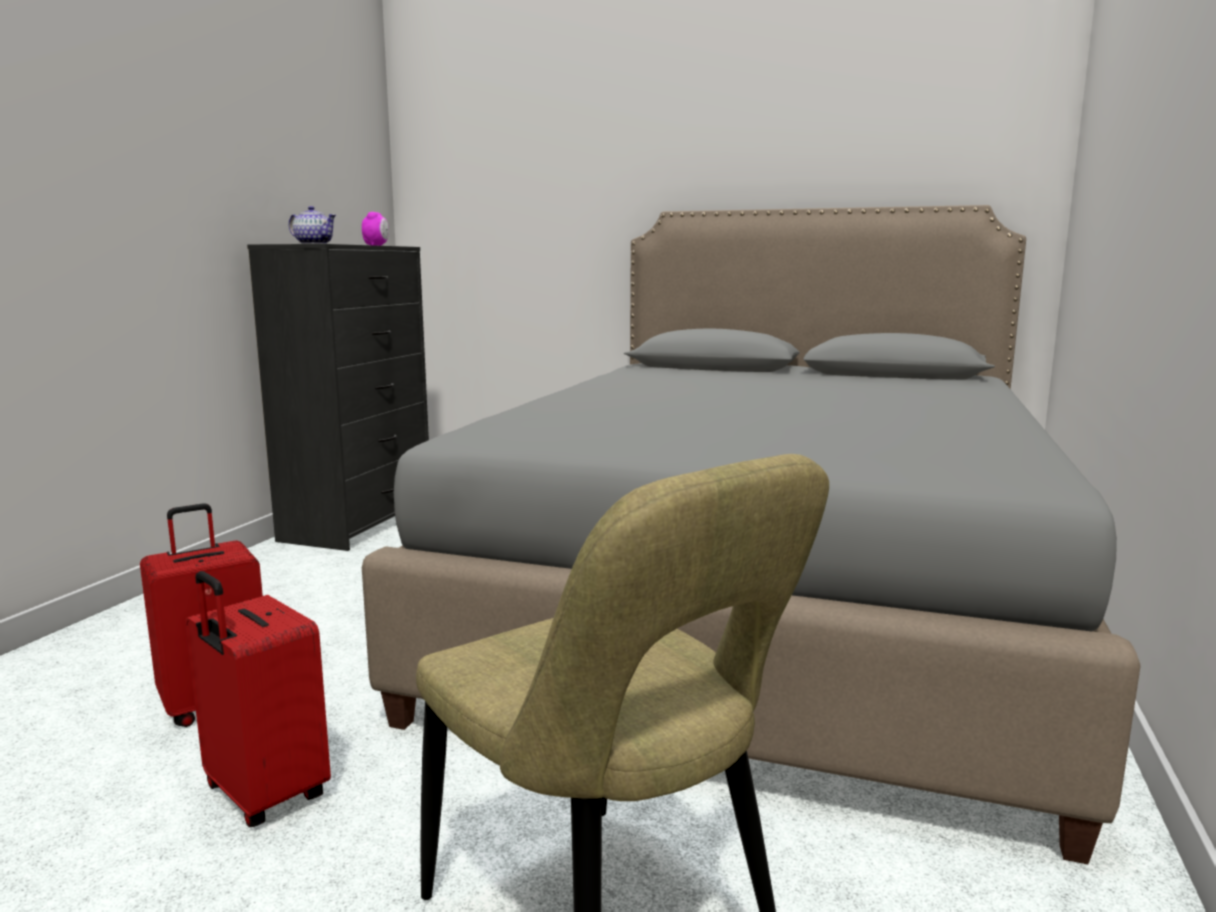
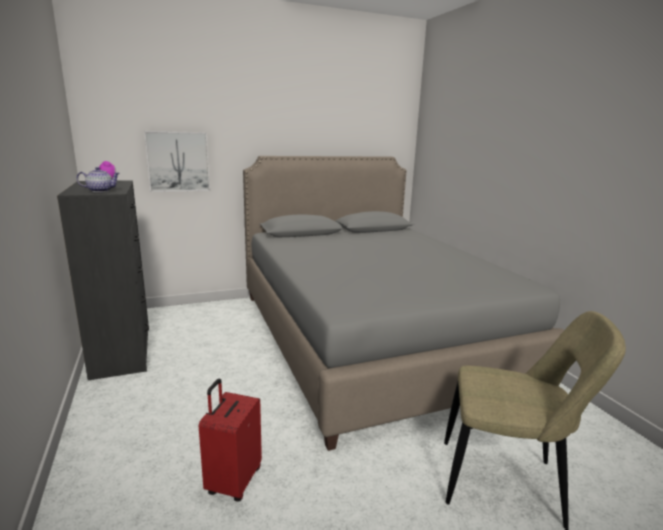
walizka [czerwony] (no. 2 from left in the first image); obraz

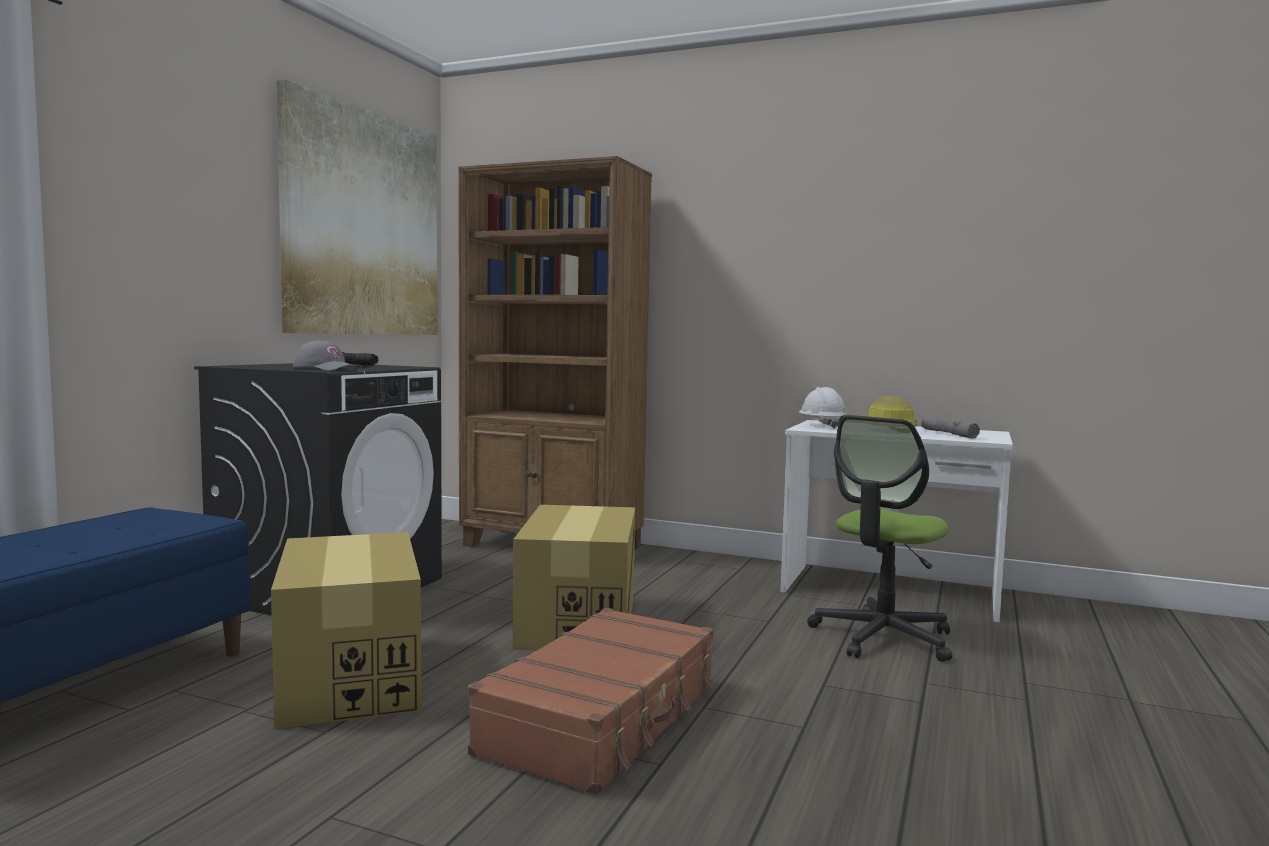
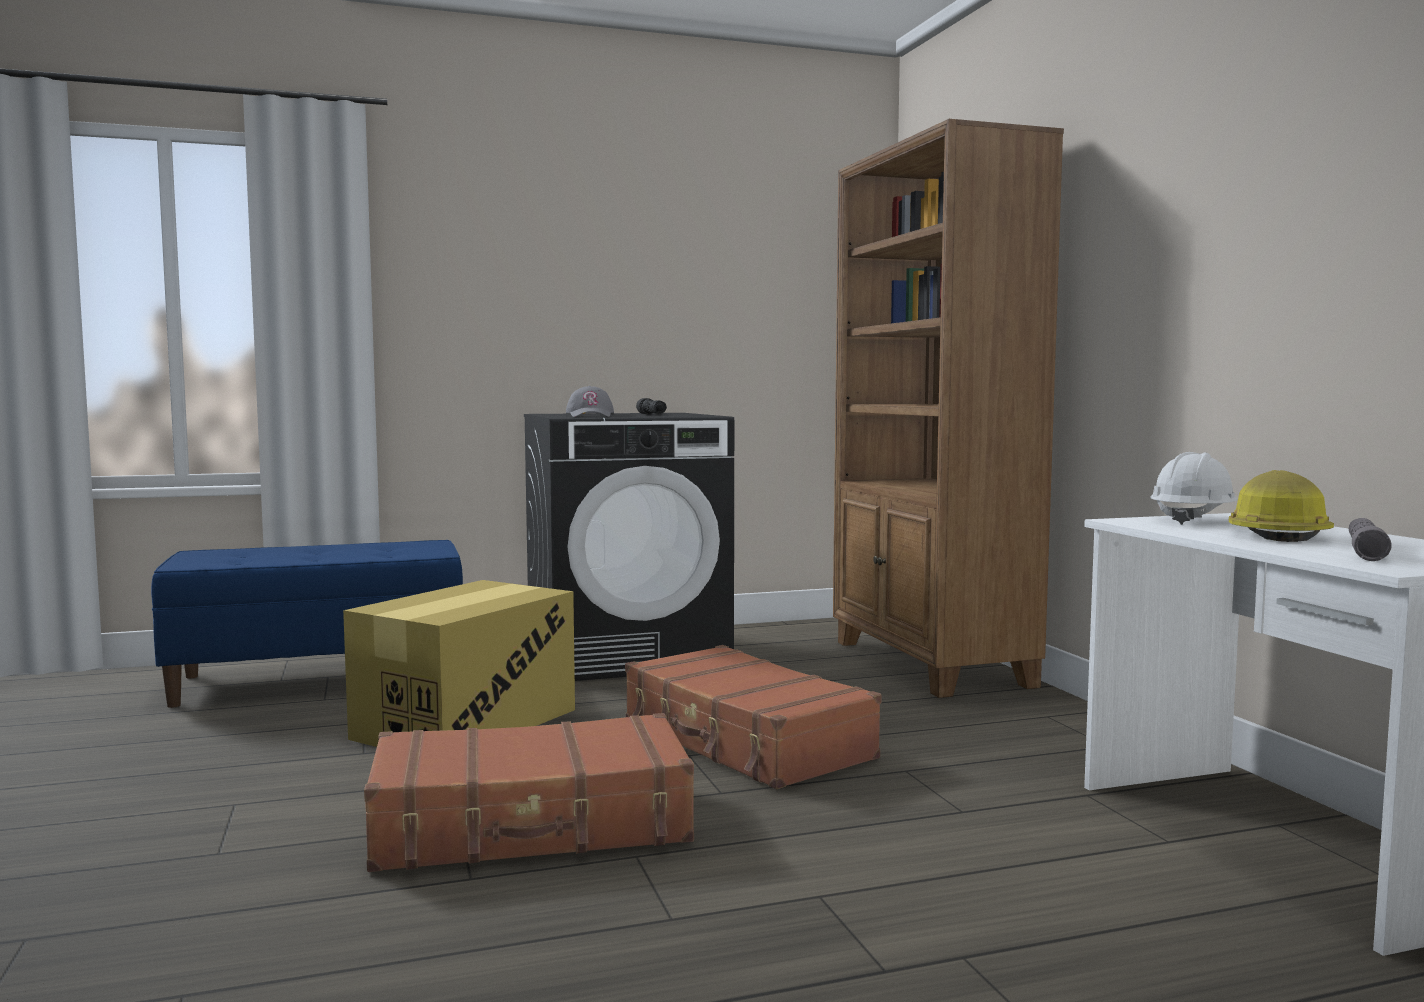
obraz; krzesło biurowe; walizka [brązowy] (no. 2 from left)

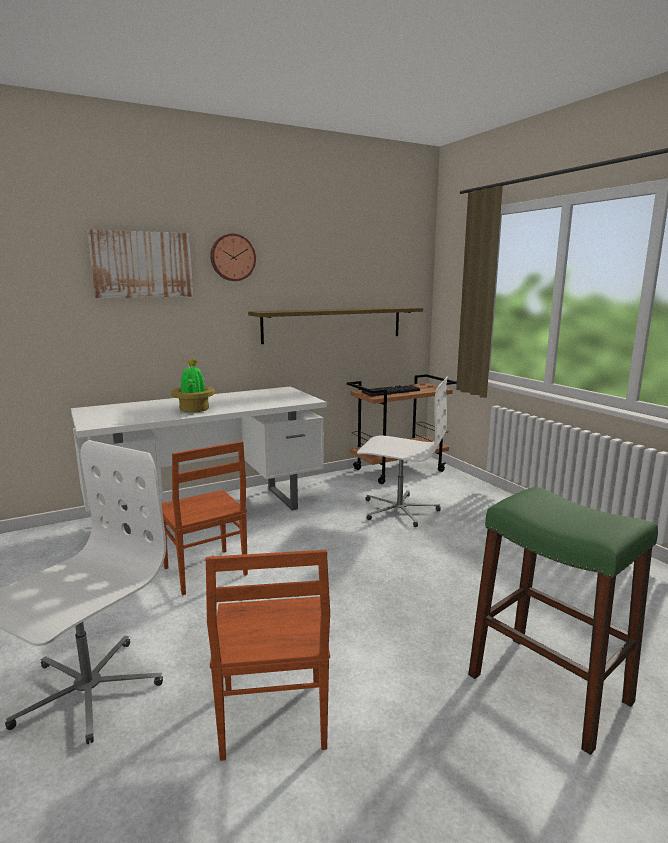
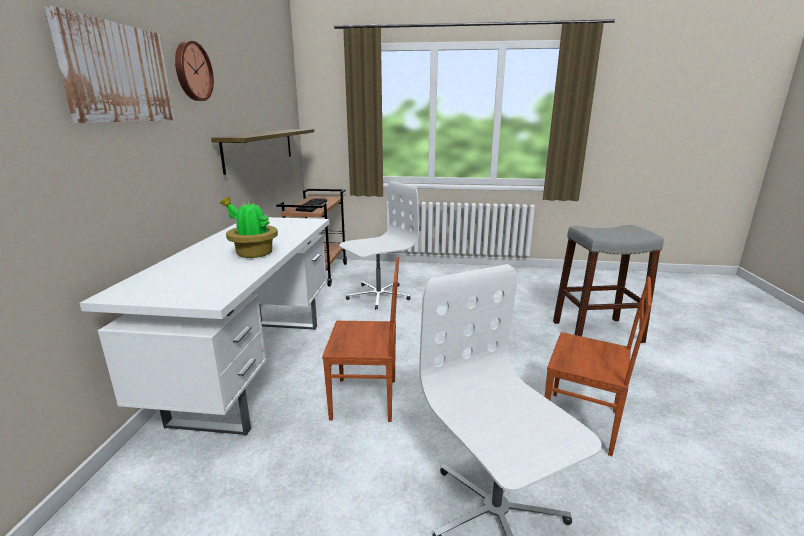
stołek [szary]

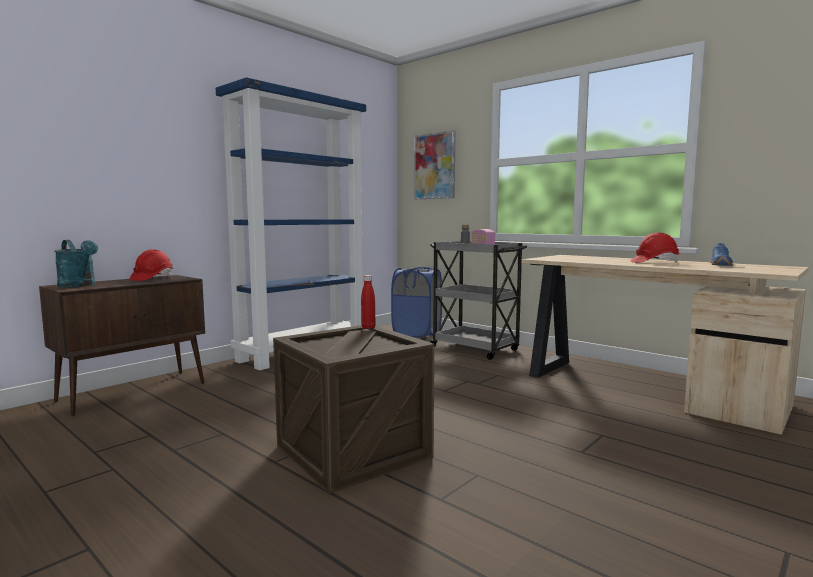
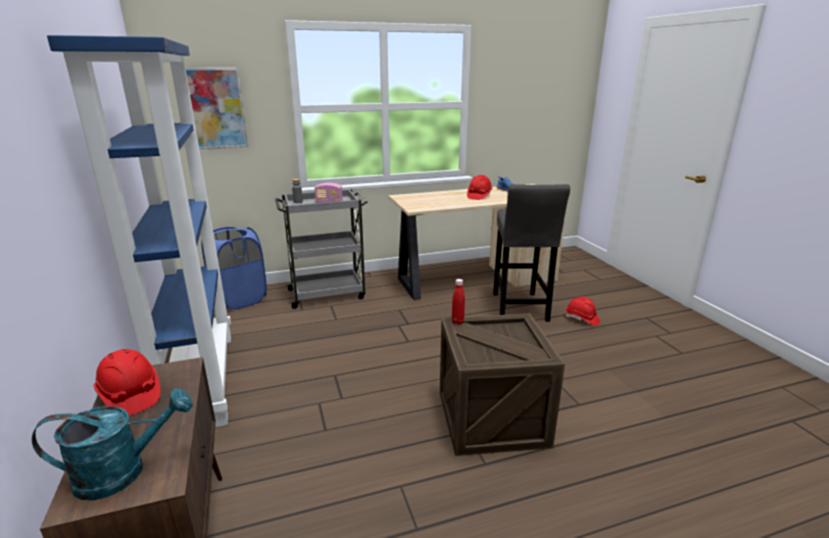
stołek [szary]; kask [czerwony] (no. 3 from left)

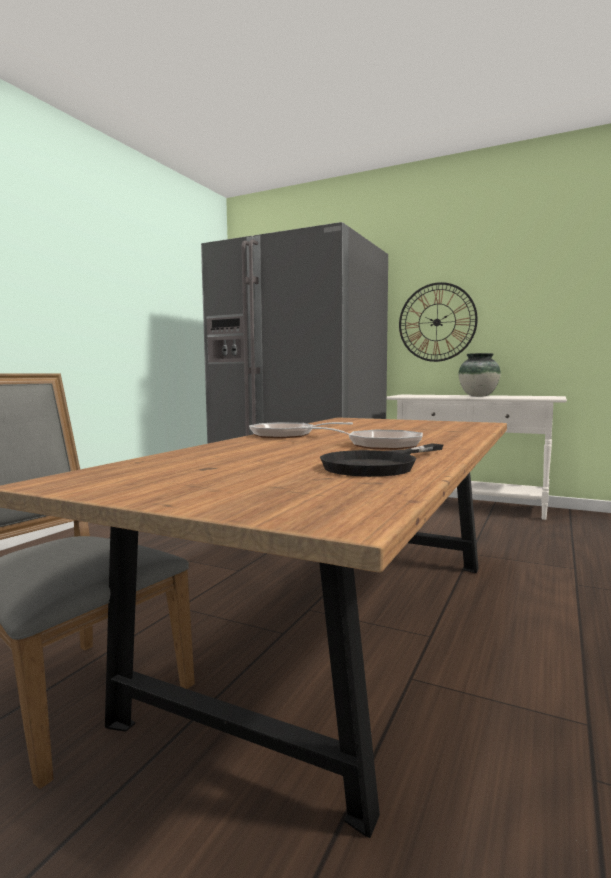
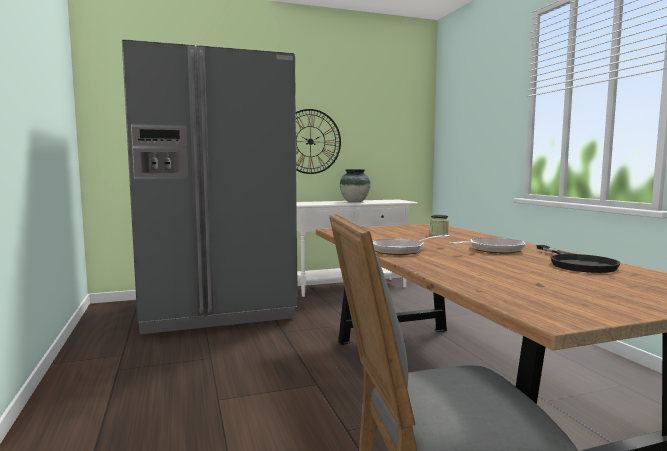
słoik

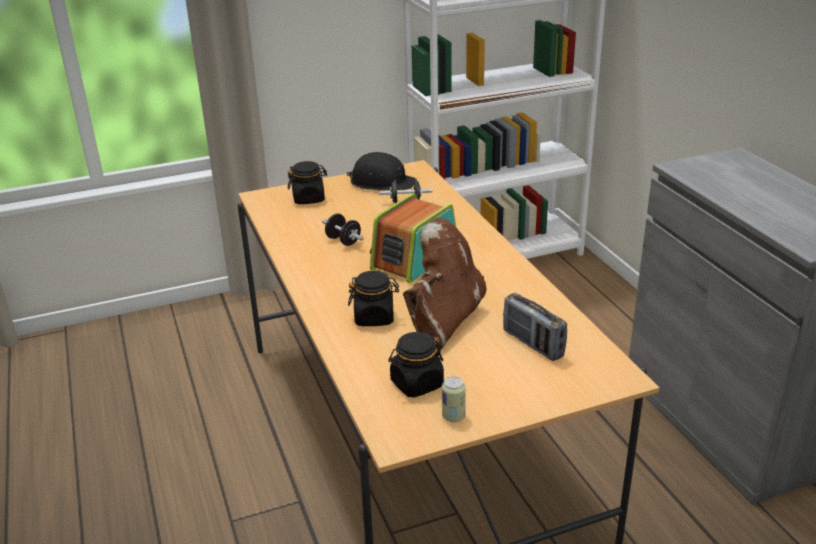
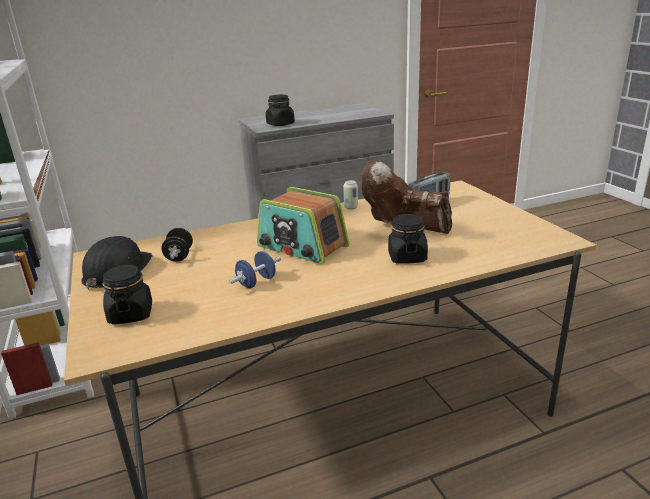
hantel [niebieski]; słoik [czarny] (no. 2 from left); puszka

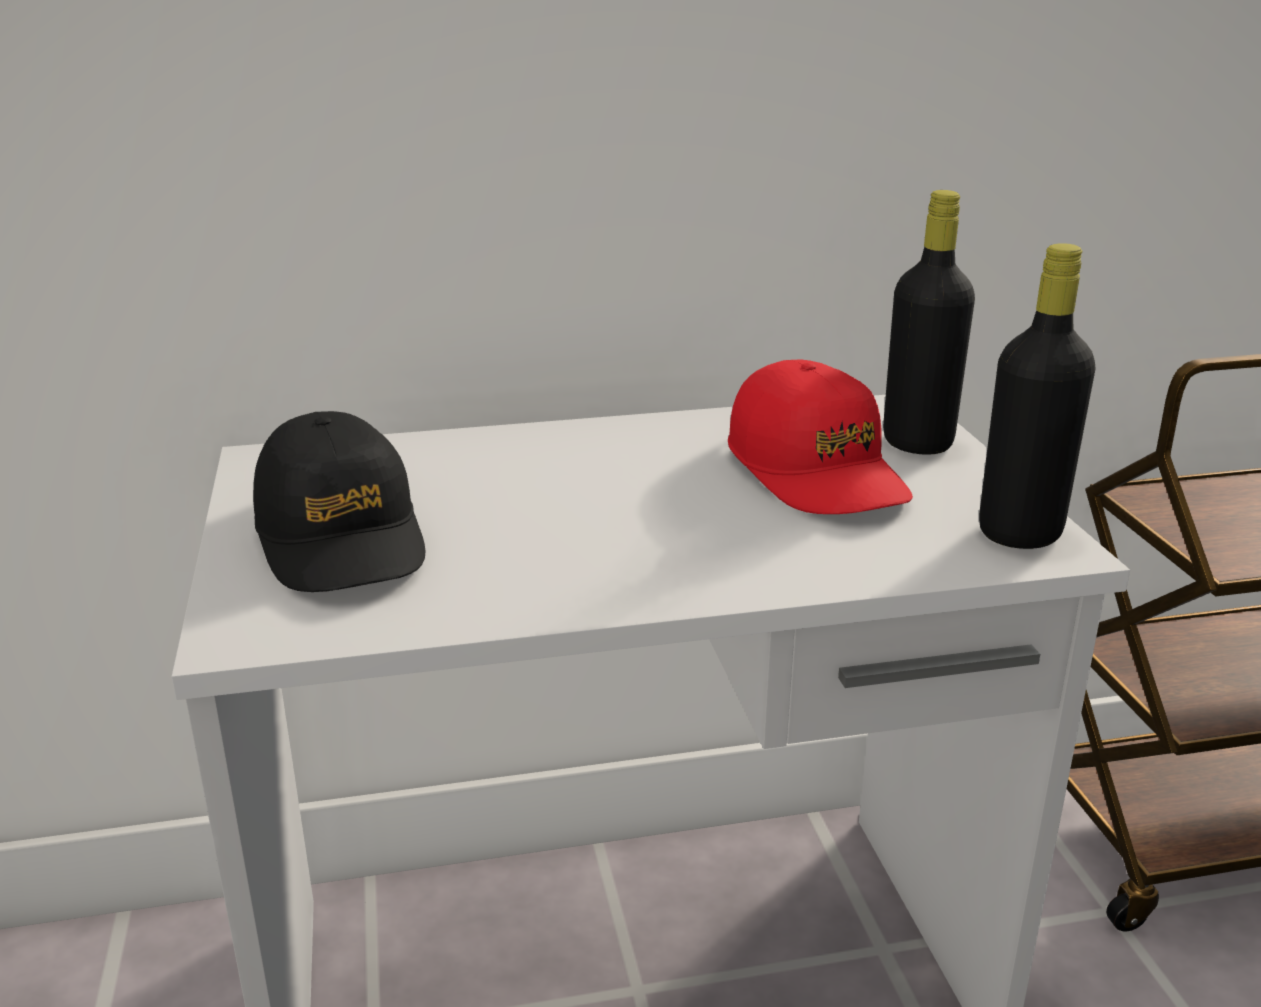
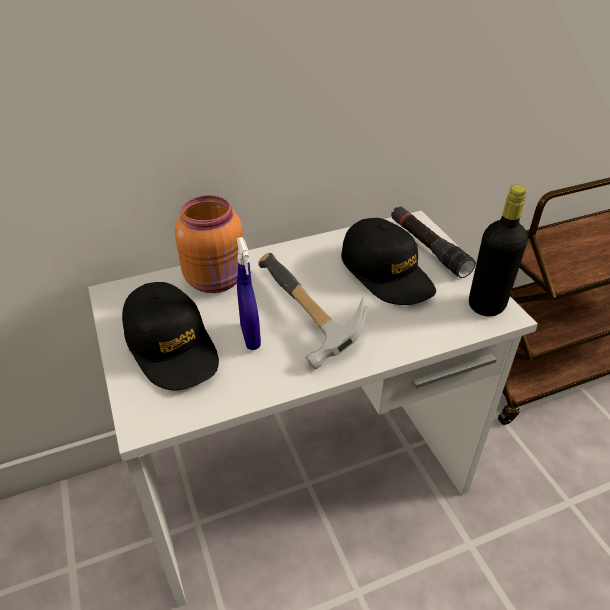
latarka [czarny]; czapka z daszkiem [czarny] (no. 2 from left); słoik [pomarańczowy]; spryskiwacz [niebieski]; młotek

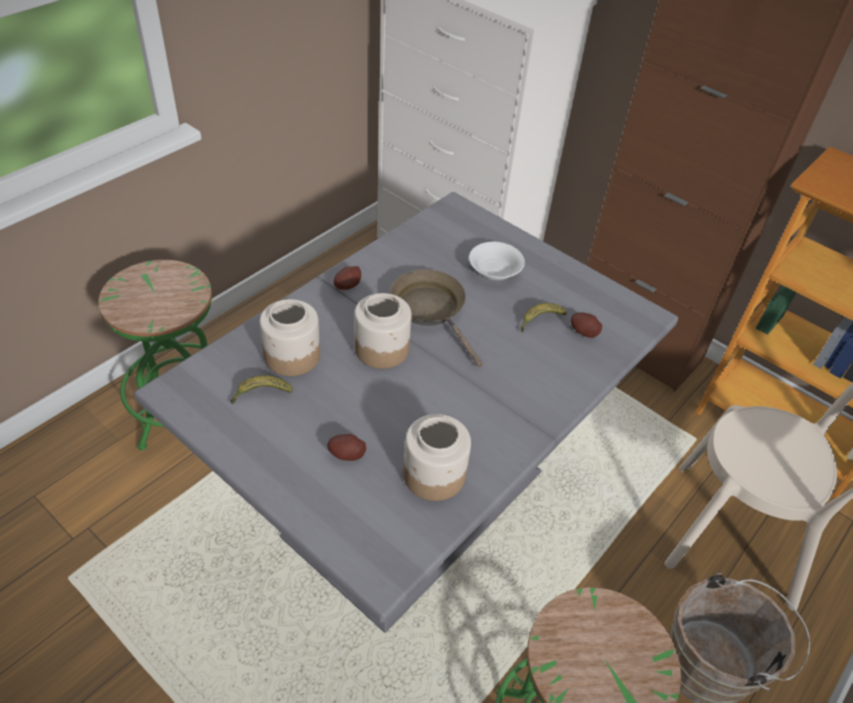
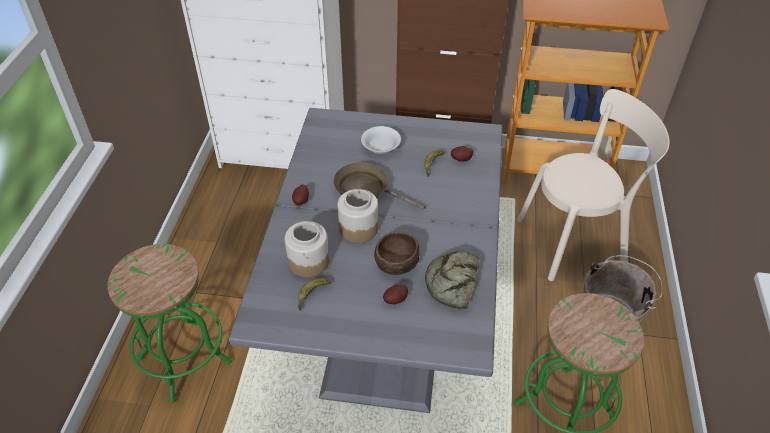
chleb; miska [brązowy]

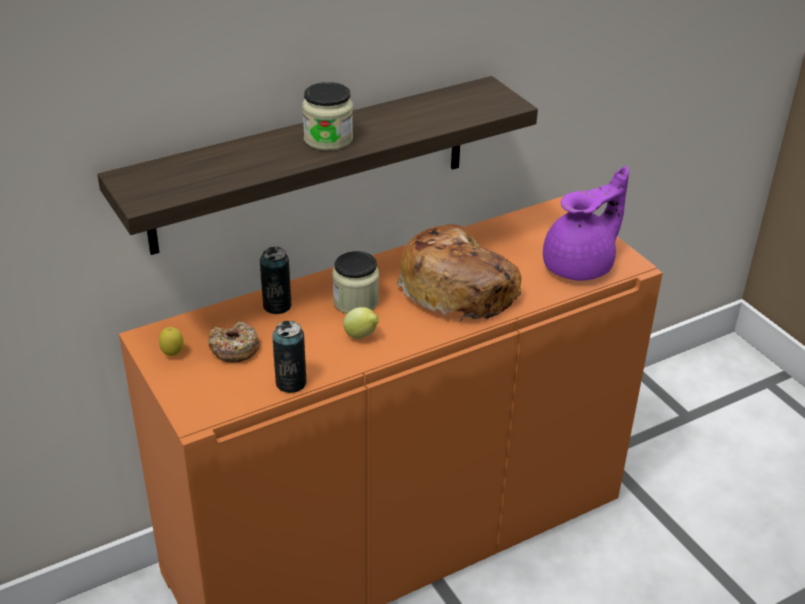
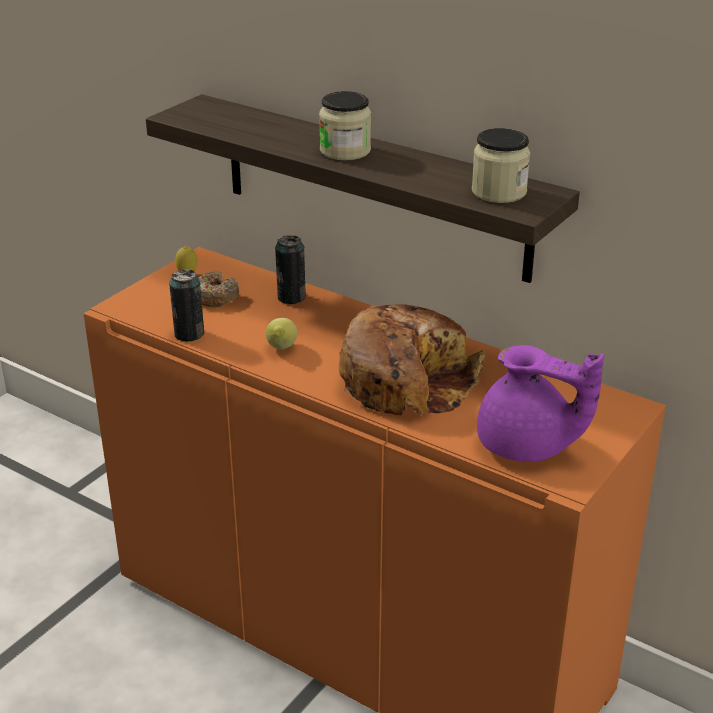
słoik (no. 2 from left)

